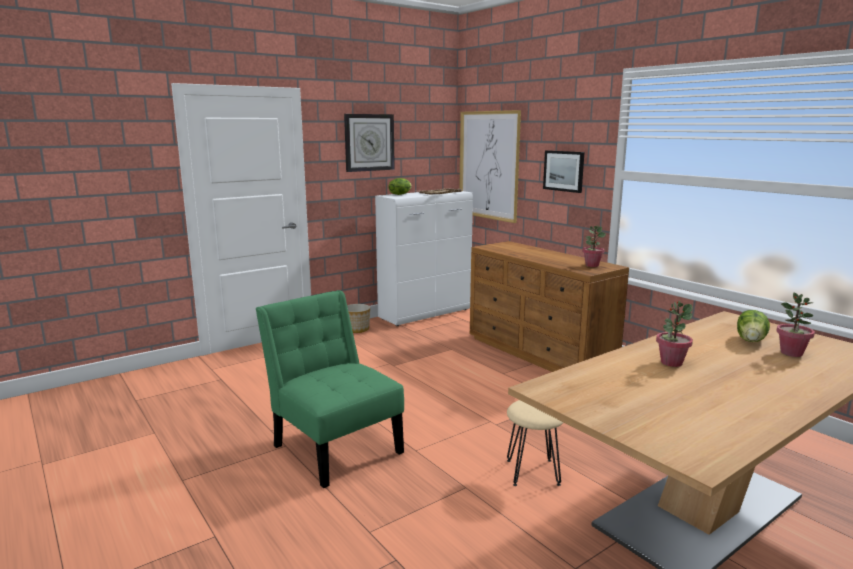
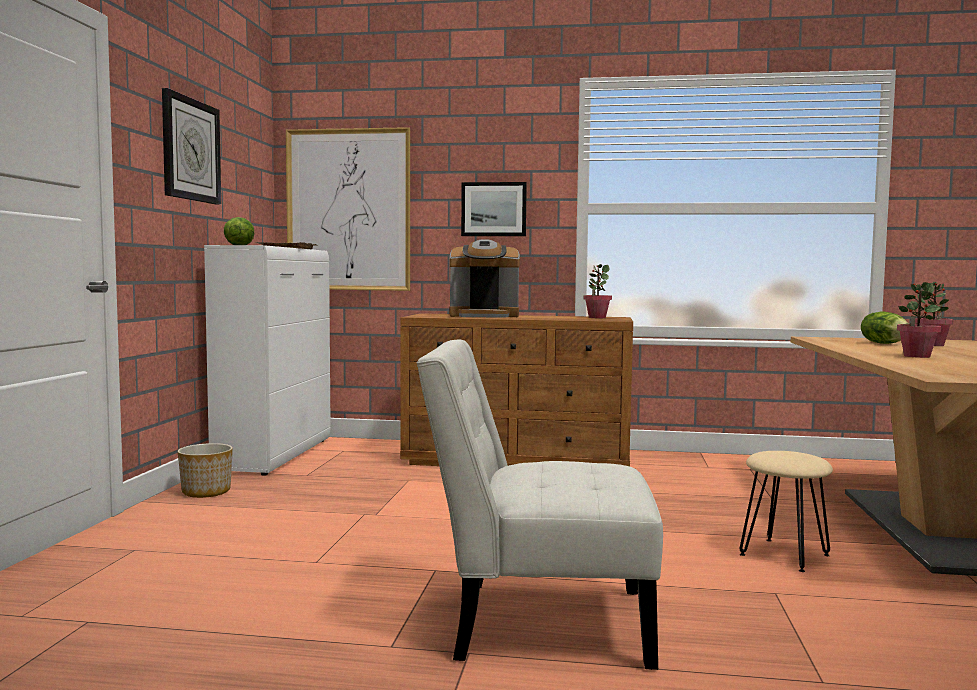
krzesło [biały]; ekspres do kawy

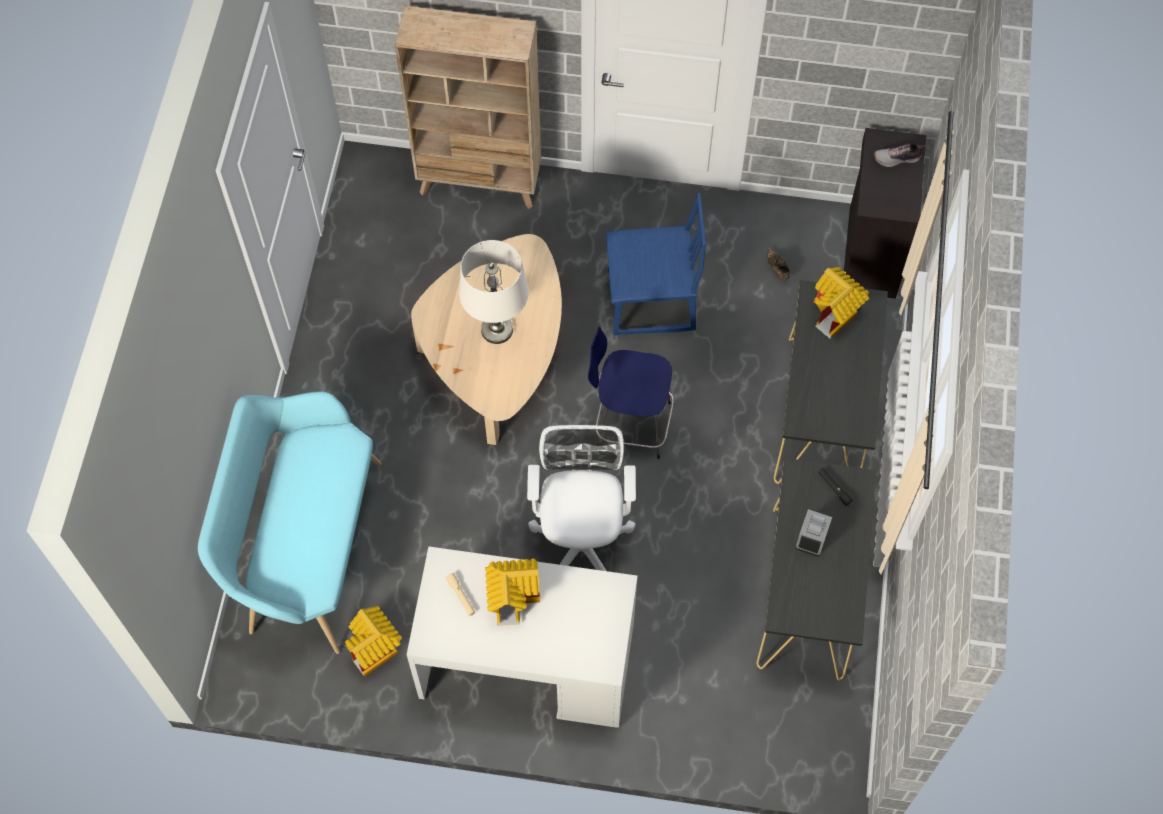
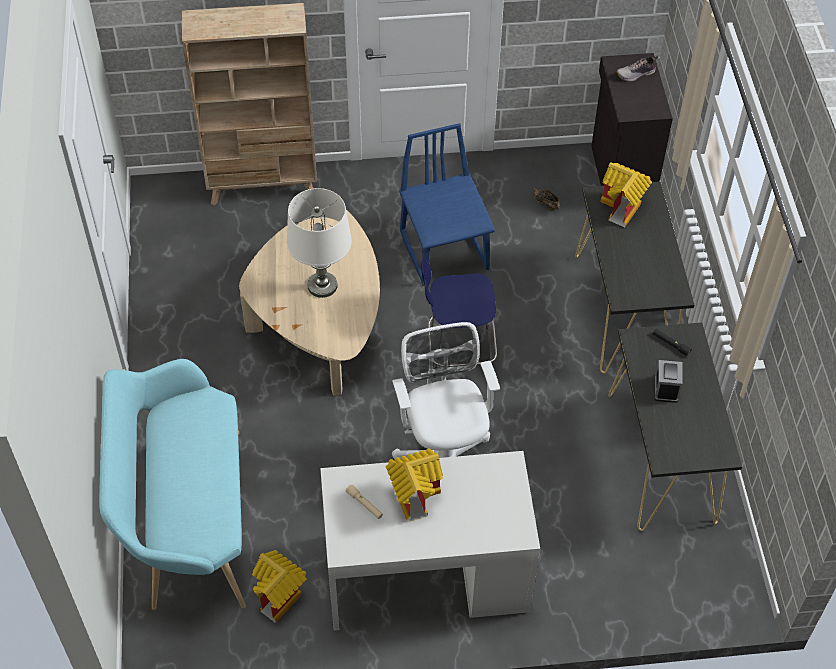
krzesło [niebieski]

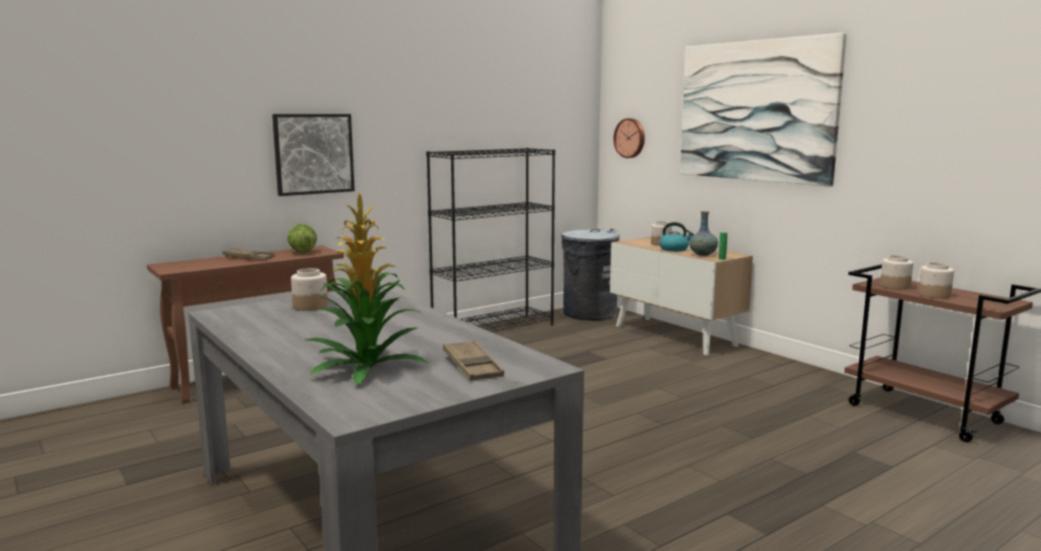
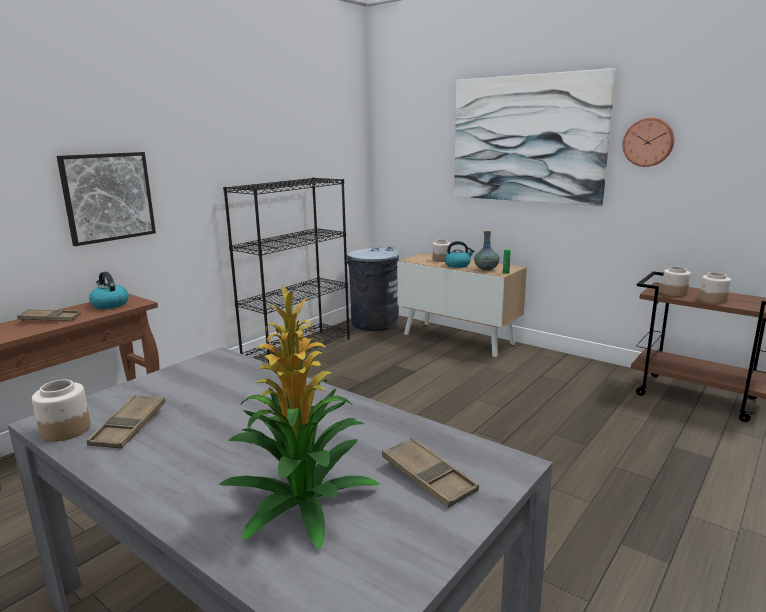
zegar ścienny; czajnik (no. 1 from left); słoik (no. 1 from left); taca [brązowy] (no. 2 from left)

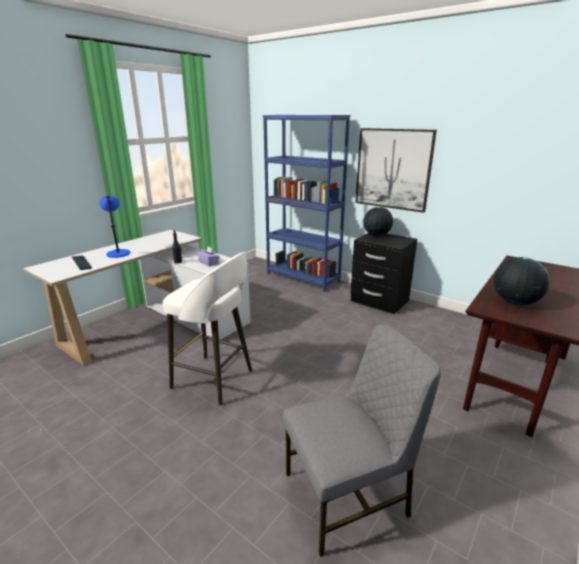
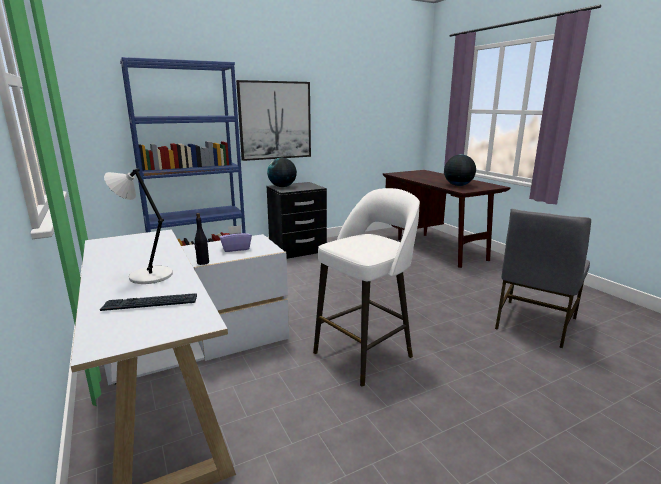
lampa stołowa [szary]; krzesło [szary]

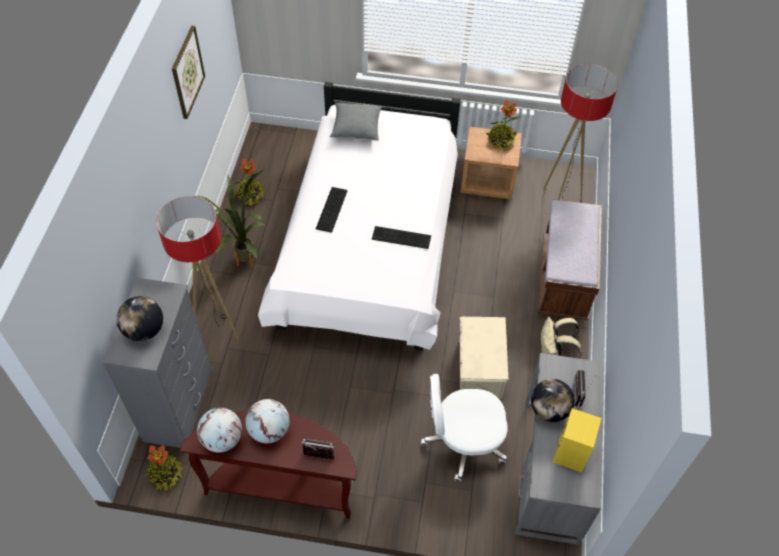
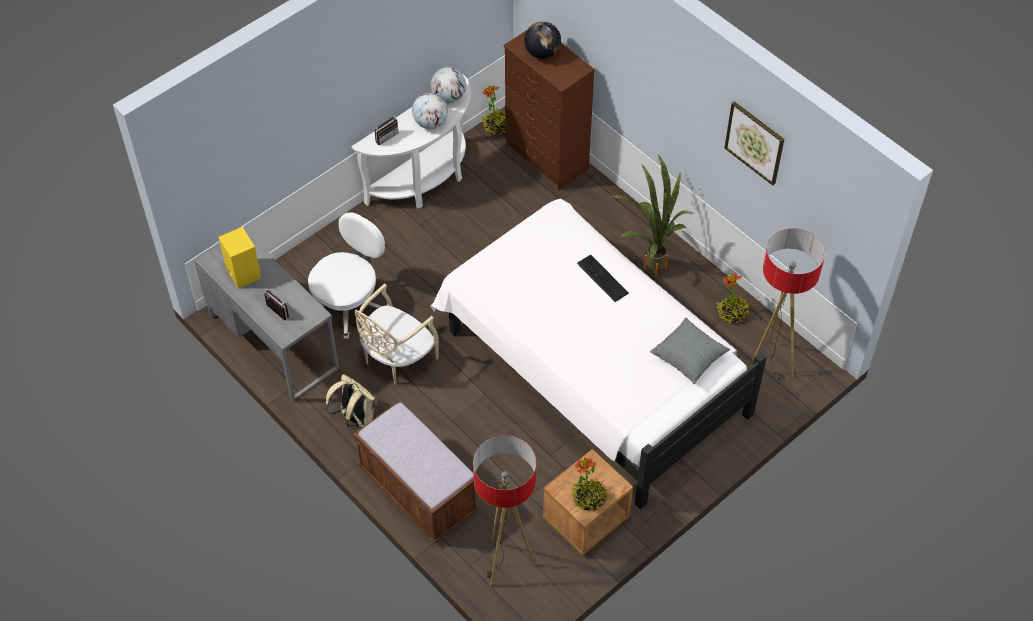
lampa stojąca (no. 2 from left); klawiatura (no. 2 from left in the first image); komoda [brązowy]; krzesło [beżowy]; globus (no. 4 from left in the first image); stolik konsolowy [biały]

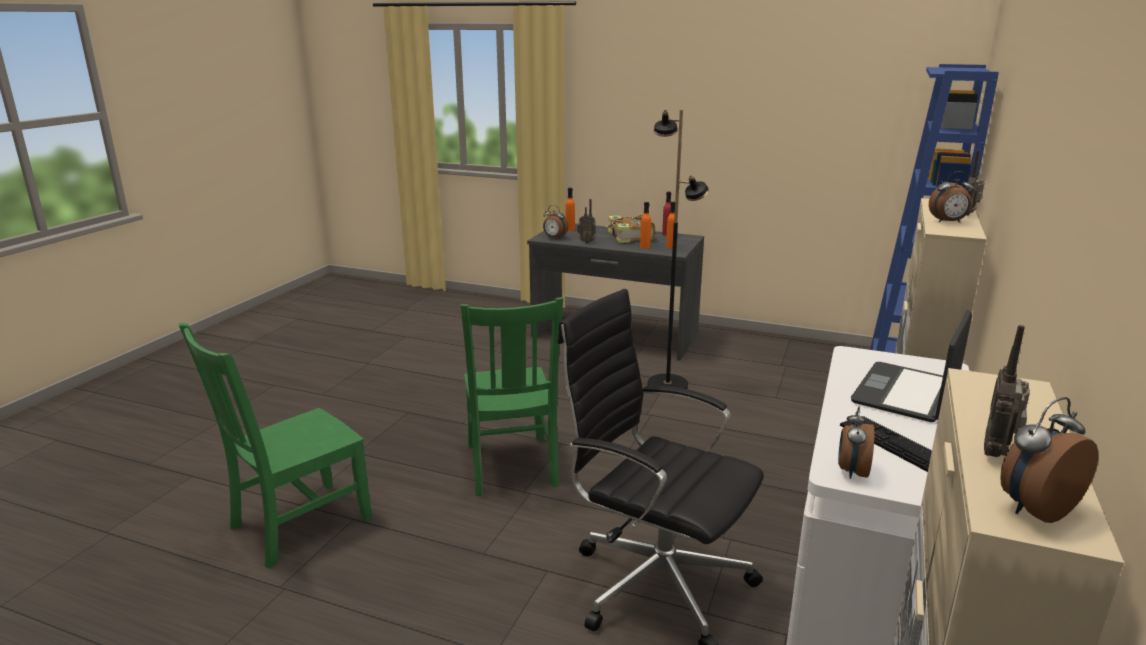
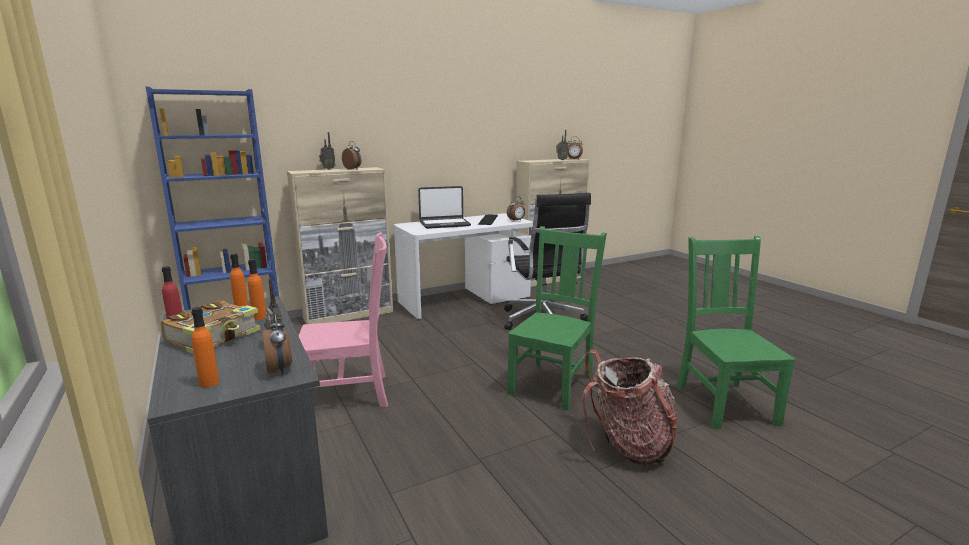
krzesło [różowy]; krzesło [zielony] (no. 2 from left); plecak

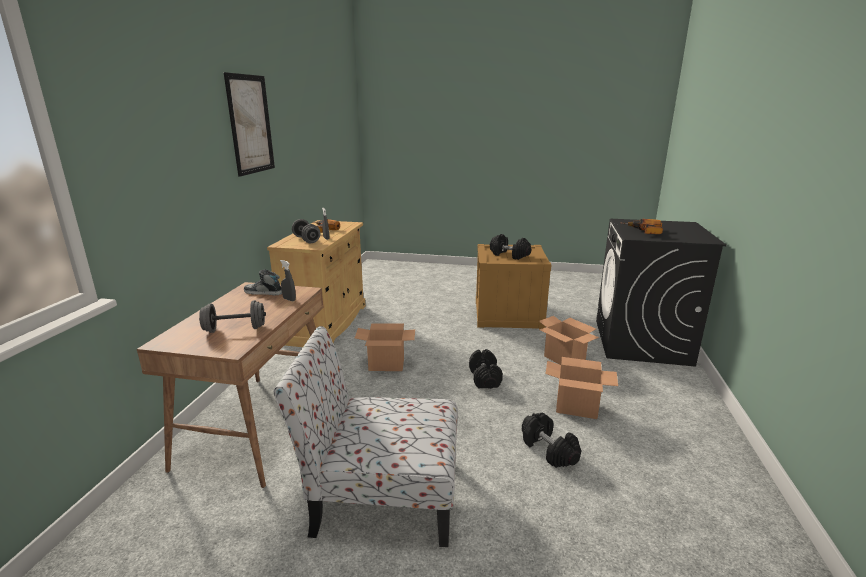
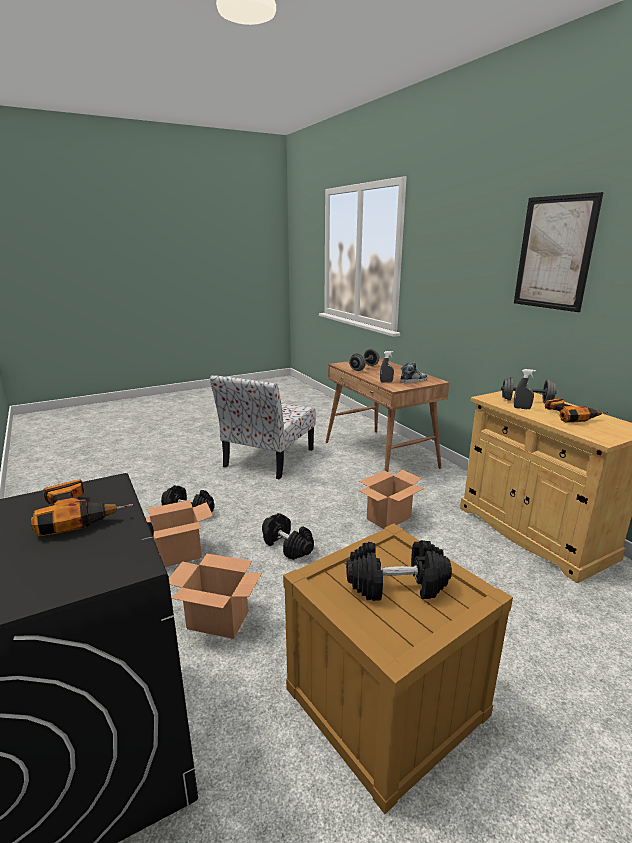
krzesło

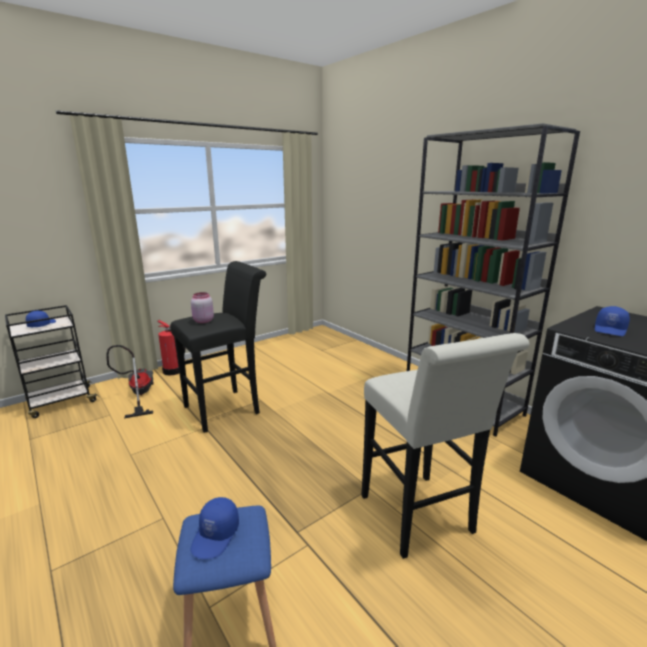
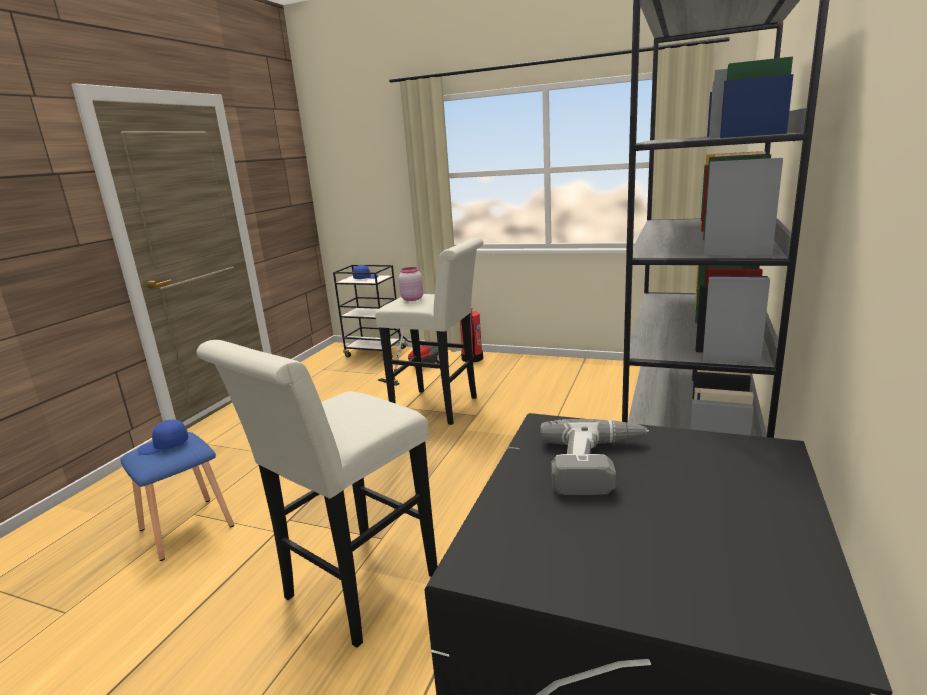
stołek [biały] (no. 2 from left); wiertarka

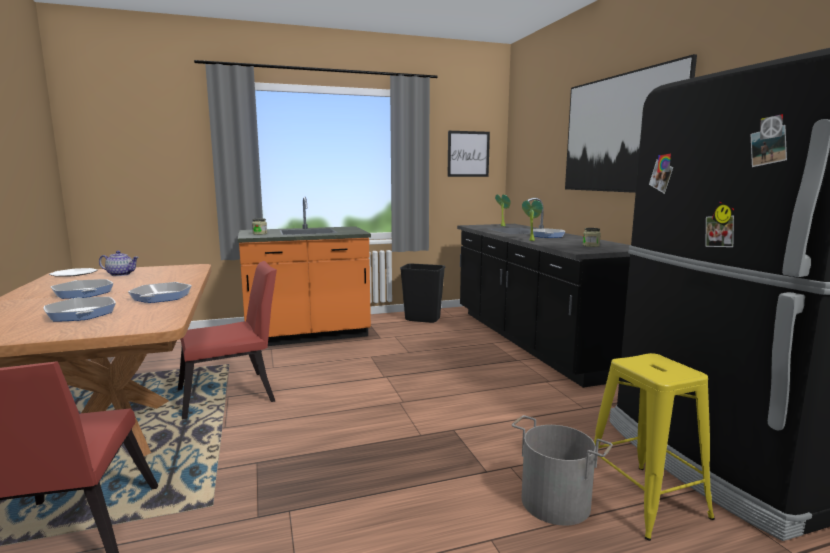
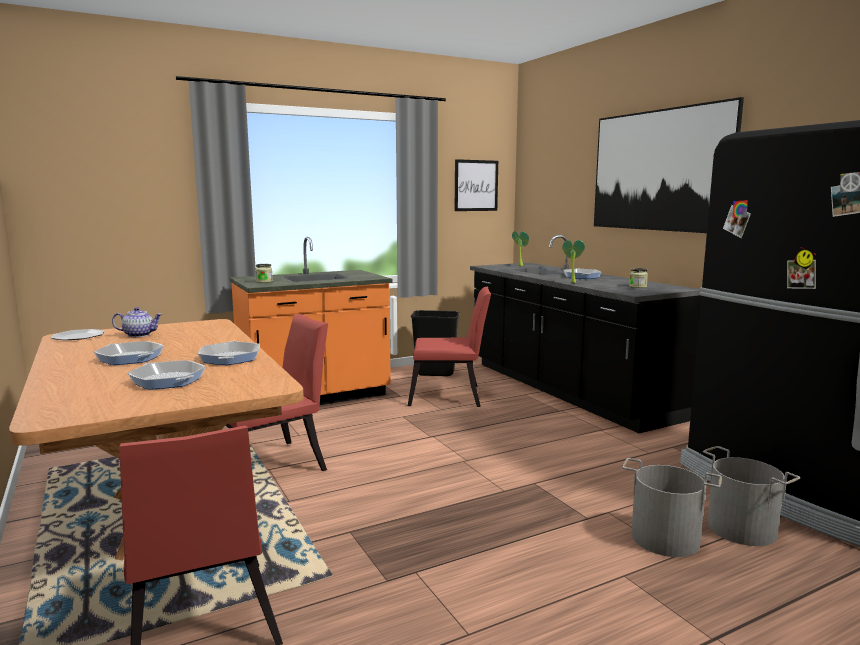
wiadro [szary] (no. 2 from left); krzesło [czerwony] (no. 3 from left)

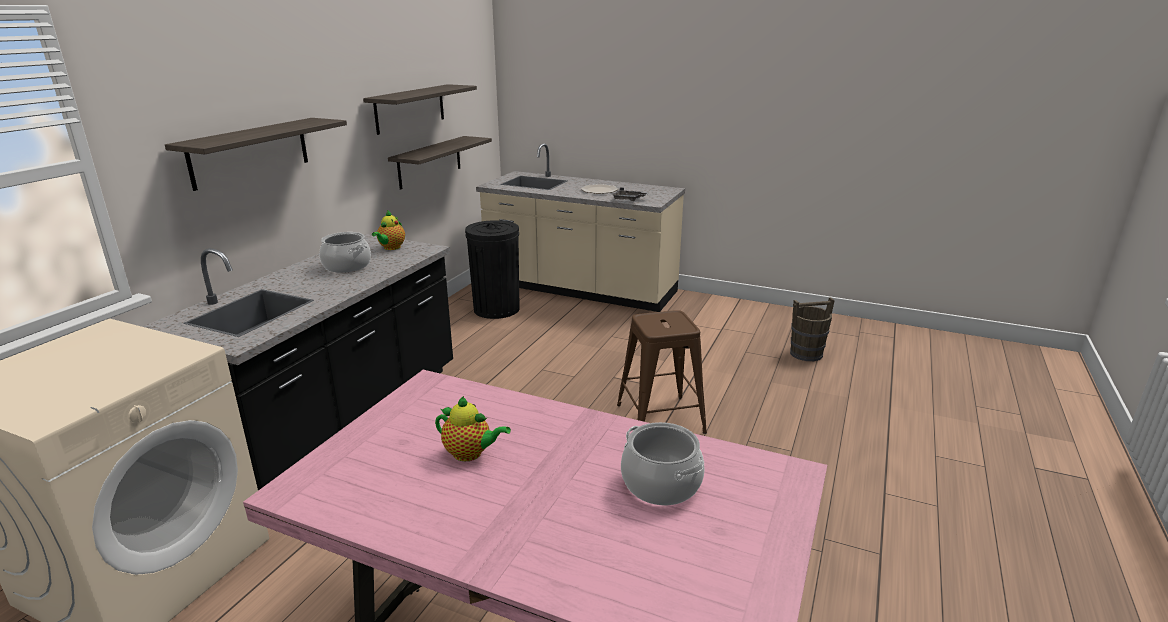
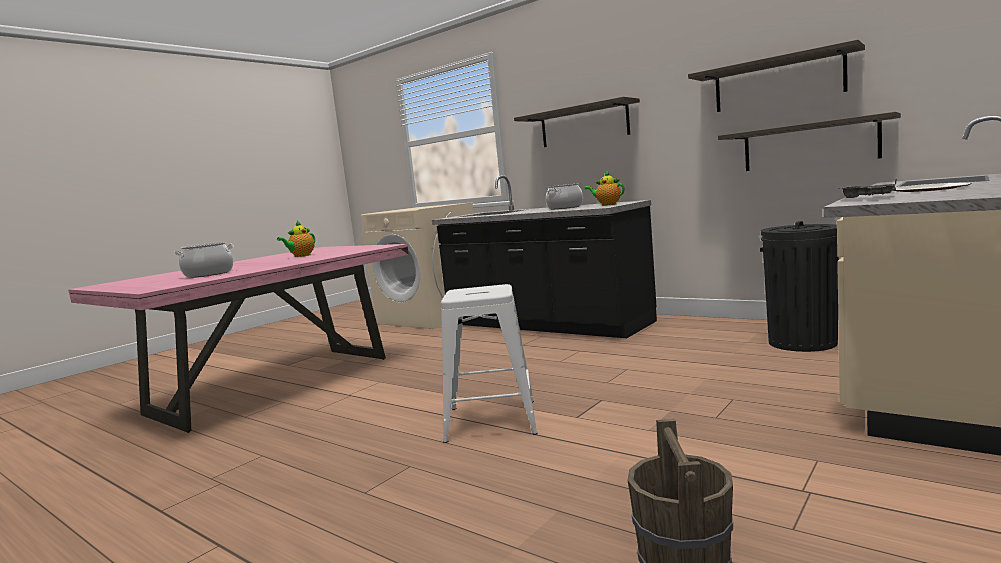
stołek [biały]

